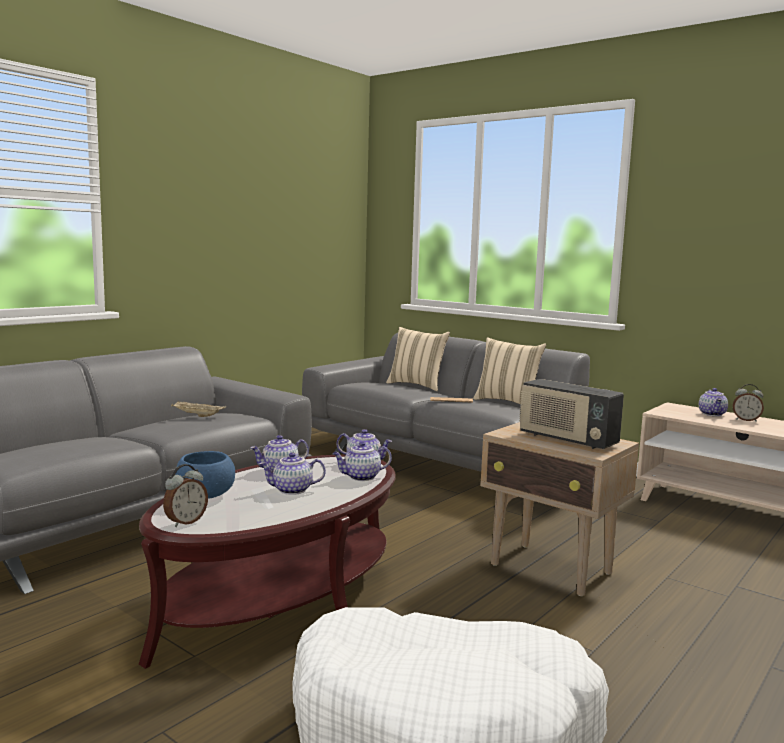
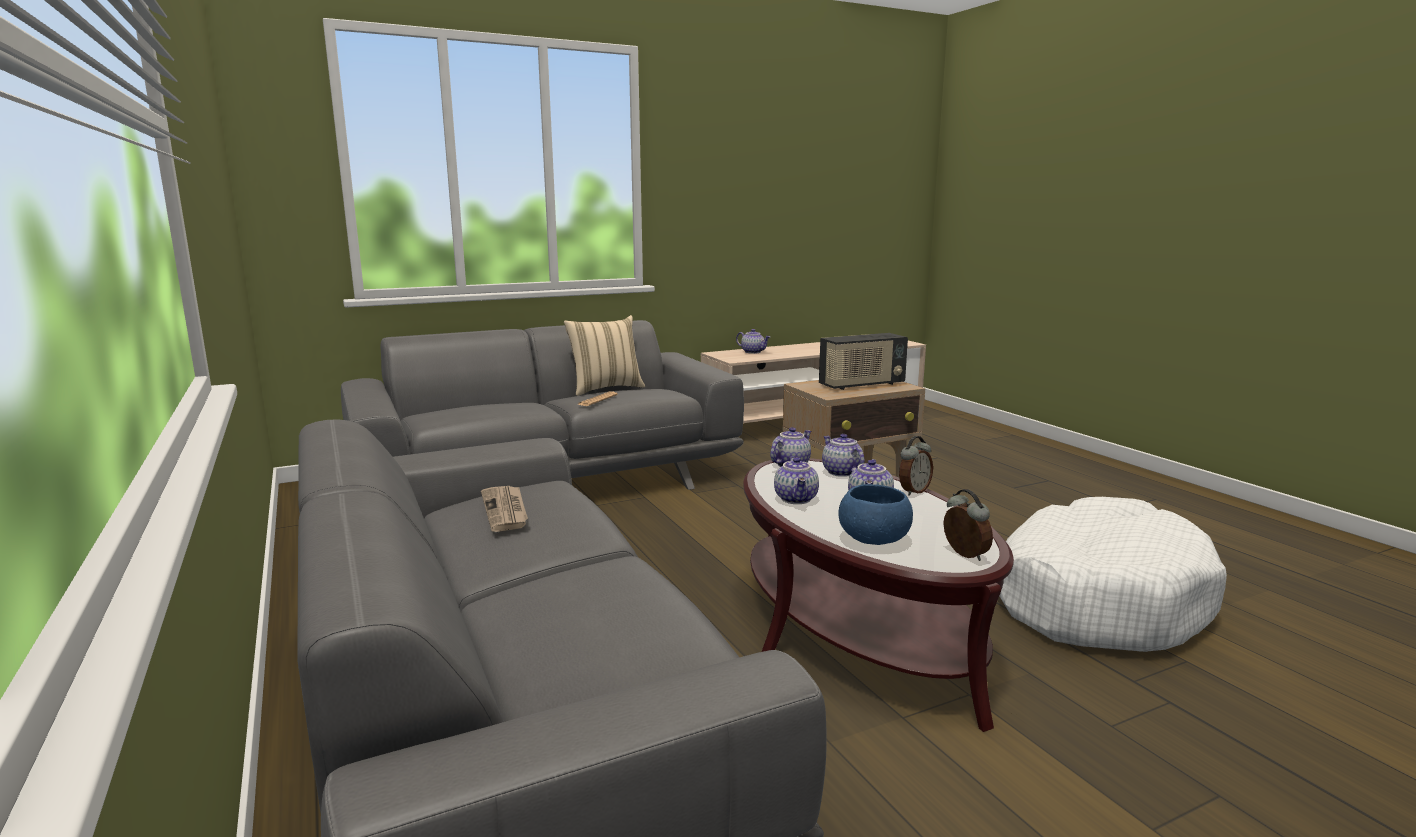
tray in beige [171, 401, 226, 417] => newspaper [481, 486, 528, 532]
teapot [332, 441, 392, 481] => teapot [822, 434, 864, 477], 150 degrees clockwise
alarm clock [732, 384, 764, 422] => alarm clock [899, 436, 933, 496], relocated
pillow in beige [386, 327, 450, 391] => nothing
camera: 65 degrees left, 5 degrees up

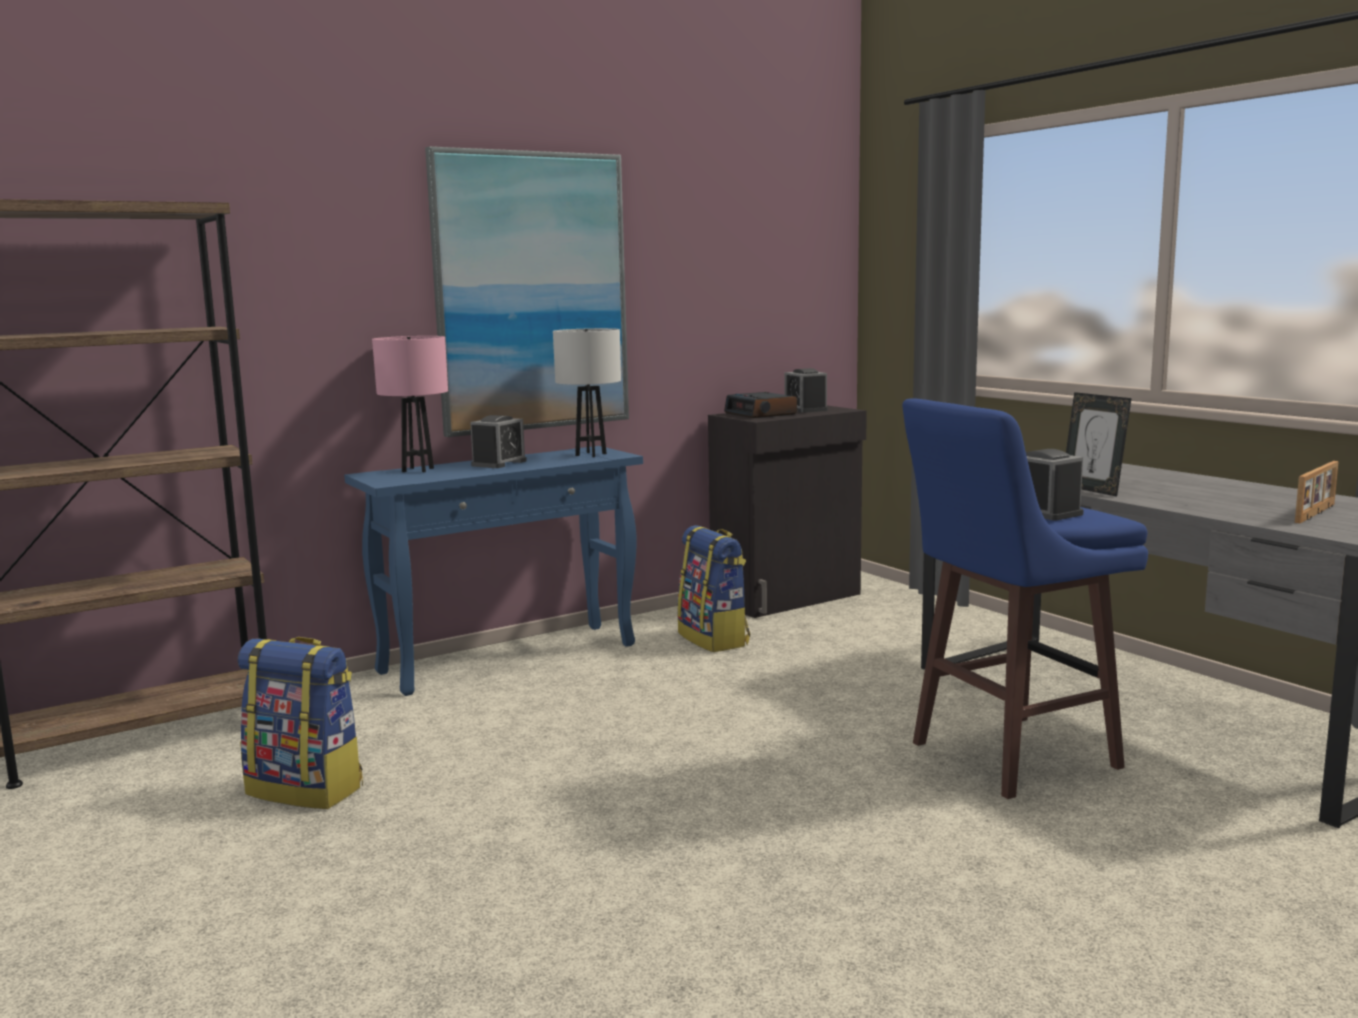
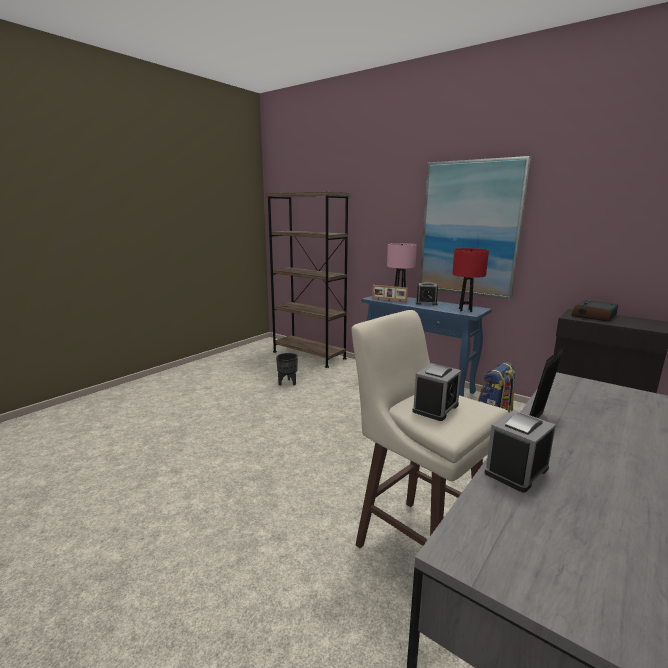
backpack [238, 637, 363, 809] => planter in black [276, 353, 298, 386]
stool in blue [902, 398, 1148, 799] => stool in beige [351, 310, 509, 548]
picture frame [1295, 461, 1339, 523] => picture frame [372, 285, 408, 302], relocated
table lamp in white [553, 328, 621, 457] => table lamp in red [452, 248, 489, 312]
alarm clock [785, 368, 828, 413] => alarm clock [485, 410, 556, 493], relocated
camera: 70 degrees right, 5 degrees up

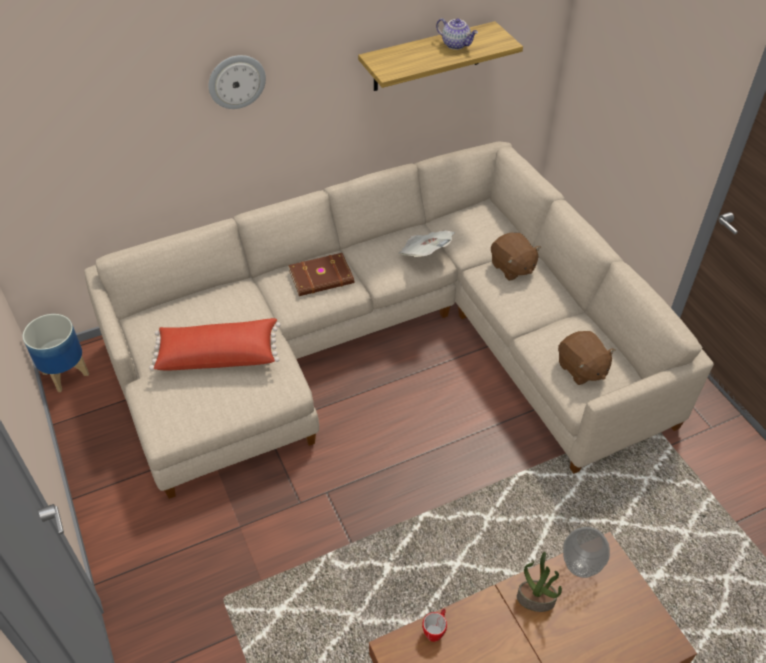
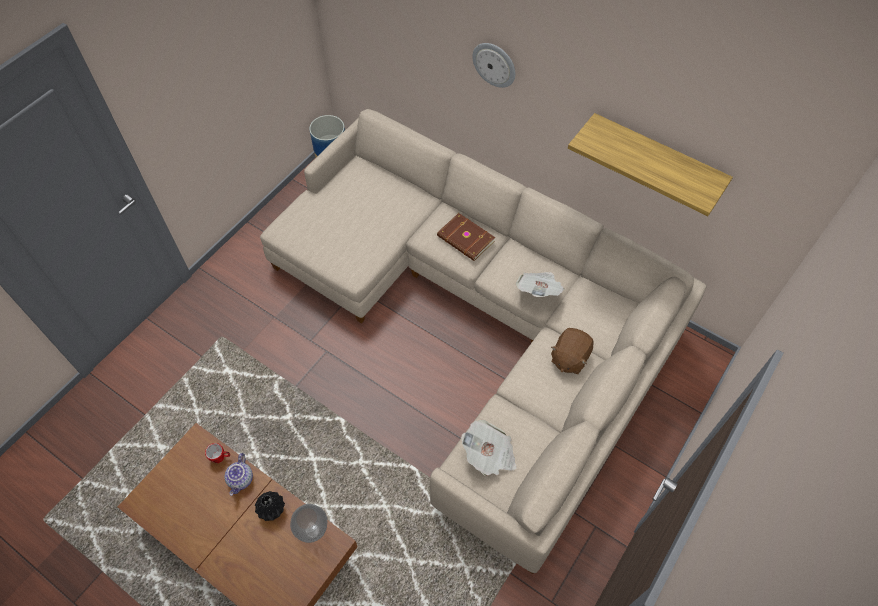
teapot [436, 18, 478, 50] => teapot [225, 453, 253, 496], relocated
potted plant [517, 552, 562, 612] => vase in black [255, 491, 285, 521]
plush toy in brown [558, 331, 615, 385] => newspaper [461, 420, 517, 476]
pillow in red [149, 318, 281, 370] => nothing
camera: 60 degrees right, 10 degrees up

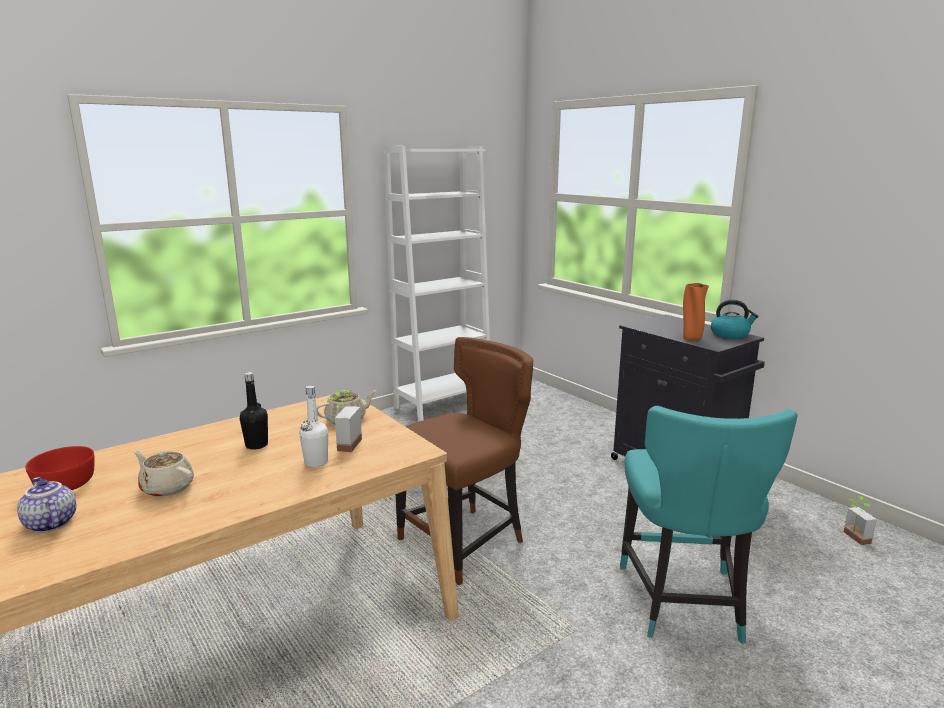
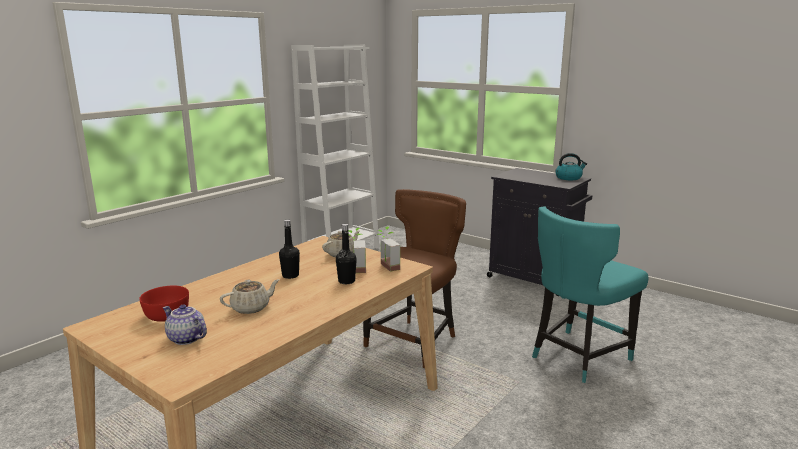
teapot in beige [134, 451, 194, 497] => teapot in beige [220, 279, 280, 314], 135 degrees clockwise
bottle in white [299, 385, 328, 467] => bottle in black [336, 224, 357, 284]
potted plant [844, 496, 877, 545] => potted plant [377, 226, 400, 272], relocated
chair in turquoise [620, 406, 798, 644] => chair in turquoise [532, 206, 648, 383], 60 degrees clockwise
vase in orange [683, 283, 709, 340] => nothing
camera: 15 degrees left, 0 degrees up

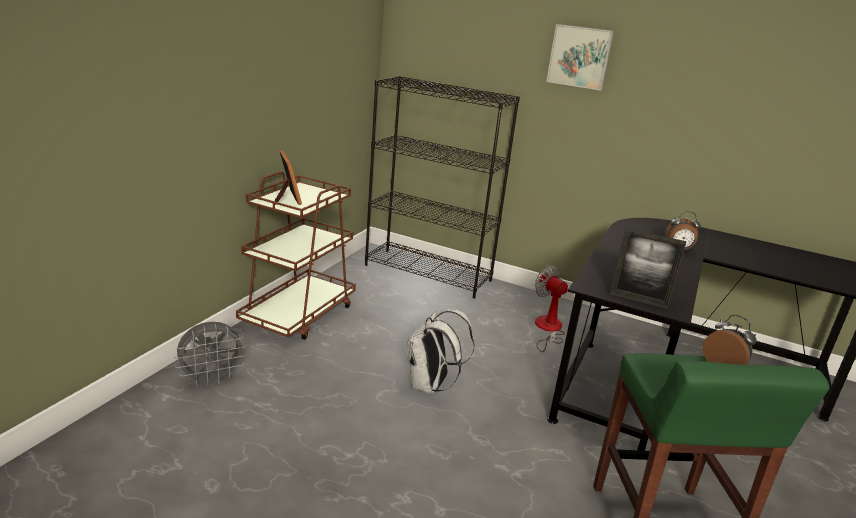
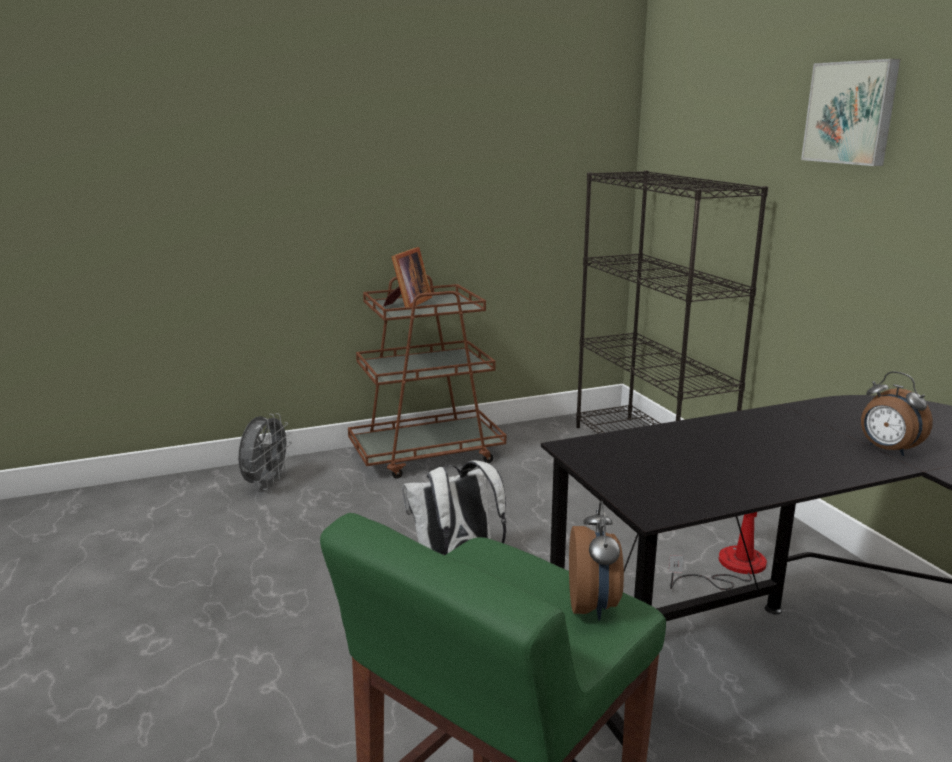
fan in grey [174, 322, 247, 386] => fan in grey [238, 413, 292, 490], 90 degrees counterclockwise
picture frame [610, 228, 686, 309] => nothing
camera: 45 degrees right, 5 degrees down

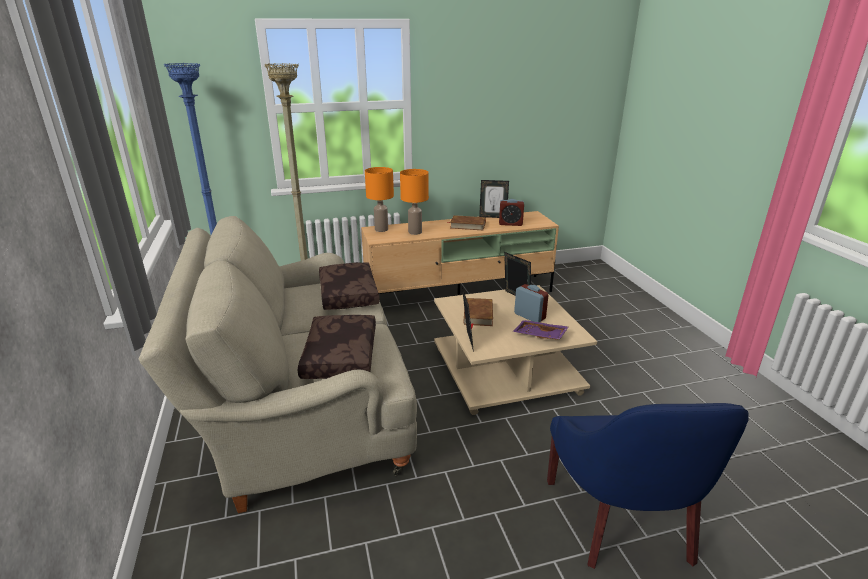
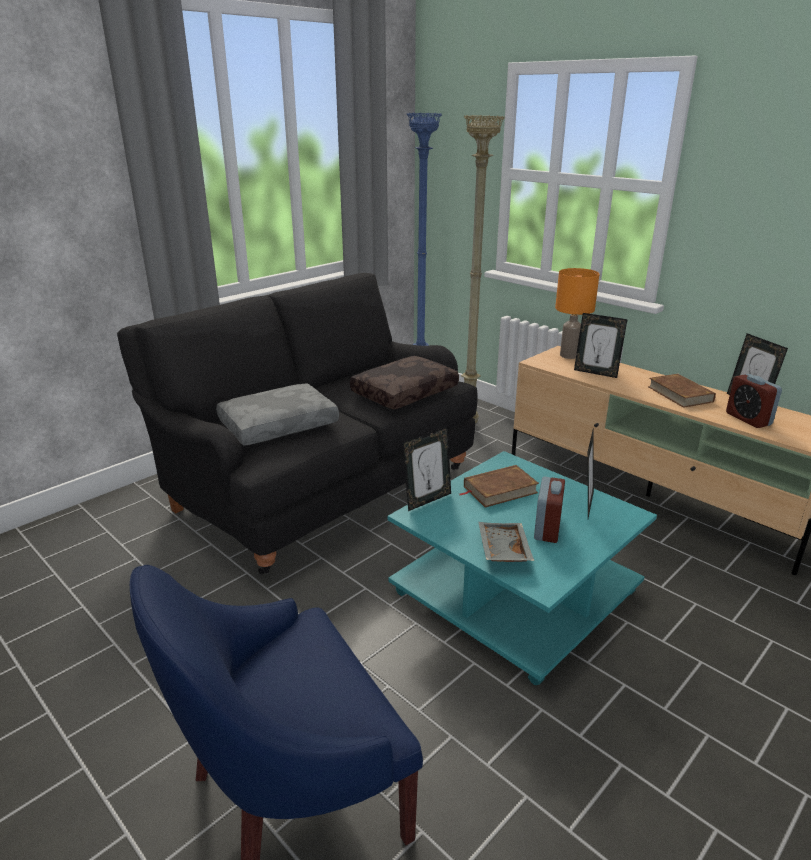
sofa in beige [138, 216, 417, 513] => sofa in black [117, 273, 478, 574]
pillow in brown [298, 315, 376, 379] => pillow in grey [216, 383, 339, 446]
coffee table in beige [434, 285, 597, 415] => coffee table in turquoise [388, 451, 657, 685]
tray in purple [512, 320, 568, 340] => tray in grey [478, 522, 534, 562]
table lamp in orange [400, 169, 429, 235] => picture frame [574, 313, 628, 378]
camera: 60 degrees right, 0 degrees up

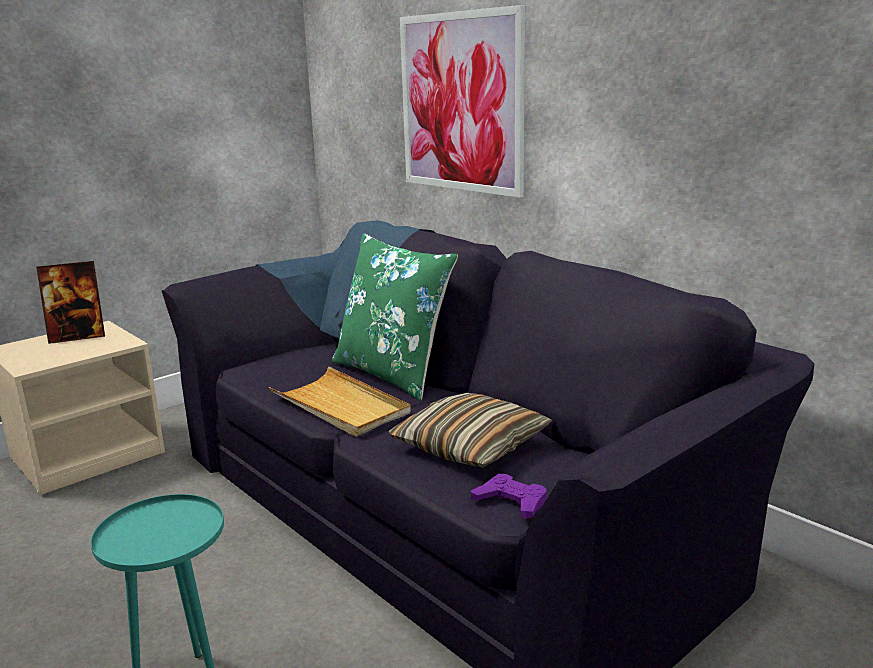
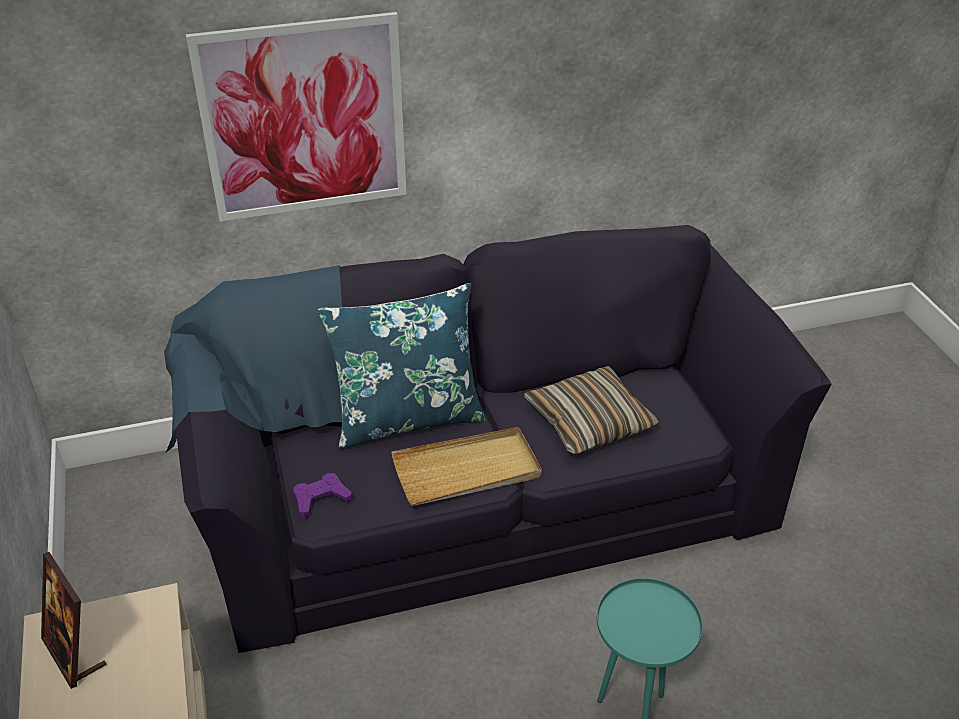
picture frame [36, 261, 105, 344] => picture frame [41, 552, 107, 689], 135 degrees clockwise
game controller in purple [471, 474, 546, 519] => game controller in purple [293, 473, 352, 517], relocated
pillow in green [332, 234, 458, 401] => pillow in blue [318, 283, 485, 450]
camera: 65 degrees left, 20 degrees up

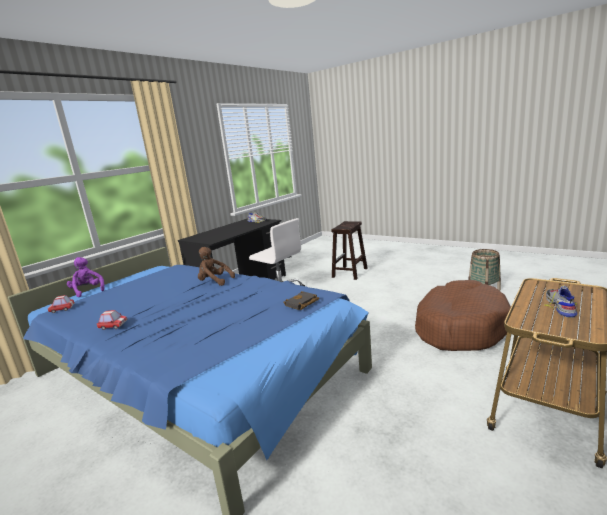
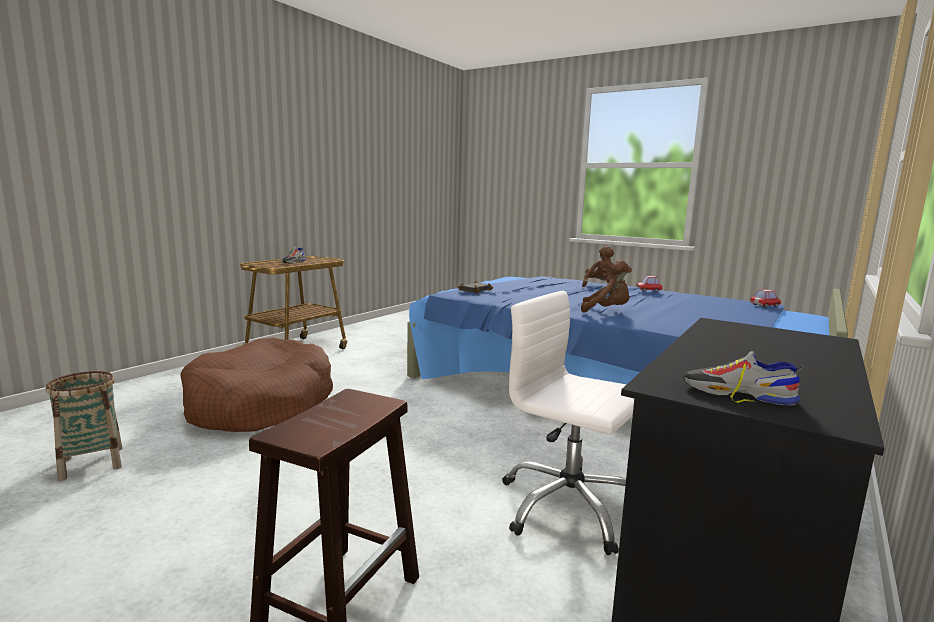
nothing => plush toy in brown [582, 246, 614, 287]
plush toy in purple [67, 257, 104, 297] => nothing
camera: 175 degrees right, 5 degrees down

